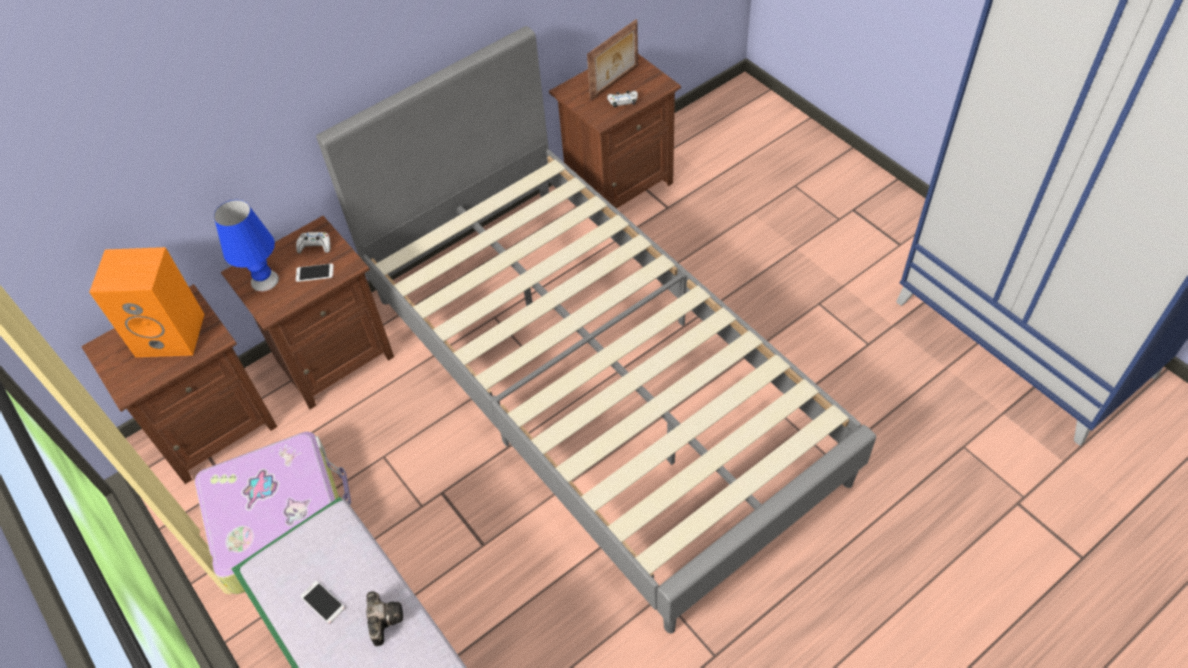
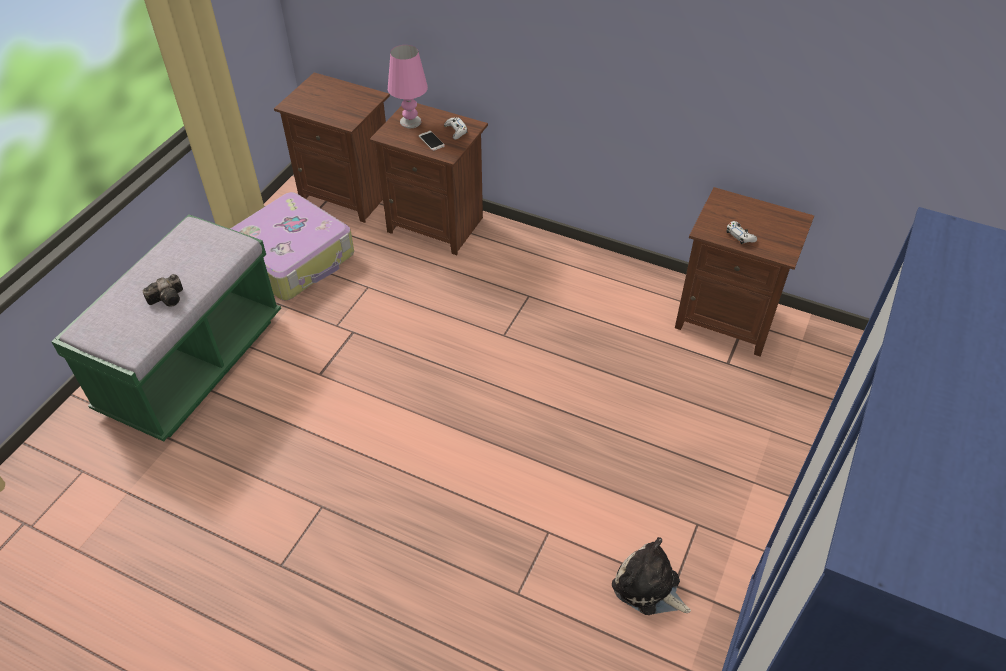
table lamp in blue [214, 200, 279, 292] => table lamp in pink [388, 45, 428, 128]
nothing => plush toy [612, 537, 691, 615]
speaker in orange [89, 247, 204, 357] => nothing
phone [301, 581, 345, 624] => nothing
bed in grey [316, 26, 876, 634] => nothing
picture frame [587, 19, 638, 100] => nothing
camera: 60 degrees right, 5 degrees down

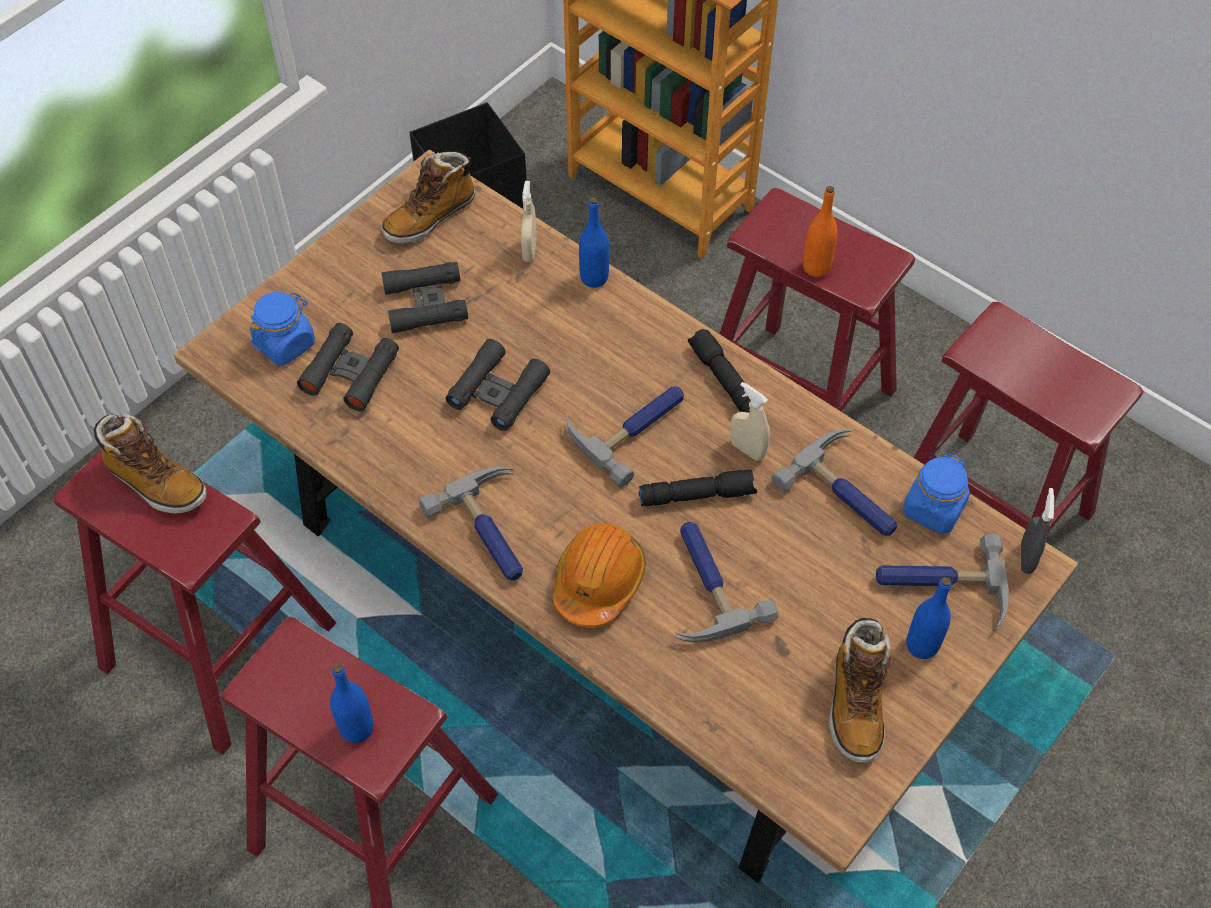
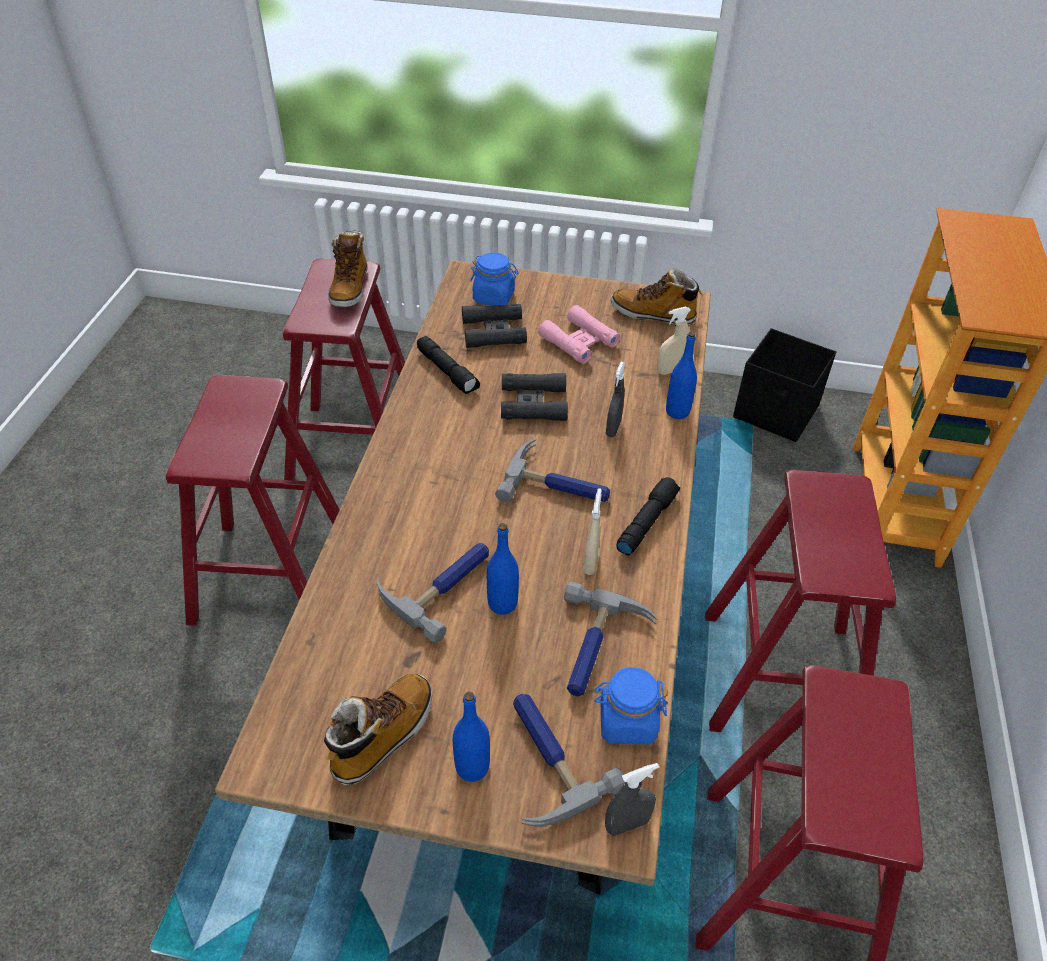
boot [829, 617, 892, 763] => boot [324, 674, 432, 786], 150 degrees clockwise
flashlight in black [639, 469, 757, 506] => flashlight in black [417, 336, 480, 394], relocated
bottle in blue [330, 664, 374, 743] => bottle in blue [487, 523, 519, 615], relocated
binoculars in black [381, 262, 468, 333] => binoculars in pink [538, 305, 620, 364]
nothing => spray bottle in grey [606, 362, 625, 437]
hammer [419, 466, 523, 581] => nothing
hard hat in orange [552, 523, 646, 627] => nothing
bottle in orange [803, 186, 838, 277] => nothing
camera: 60 degrees right, 10 degrees down

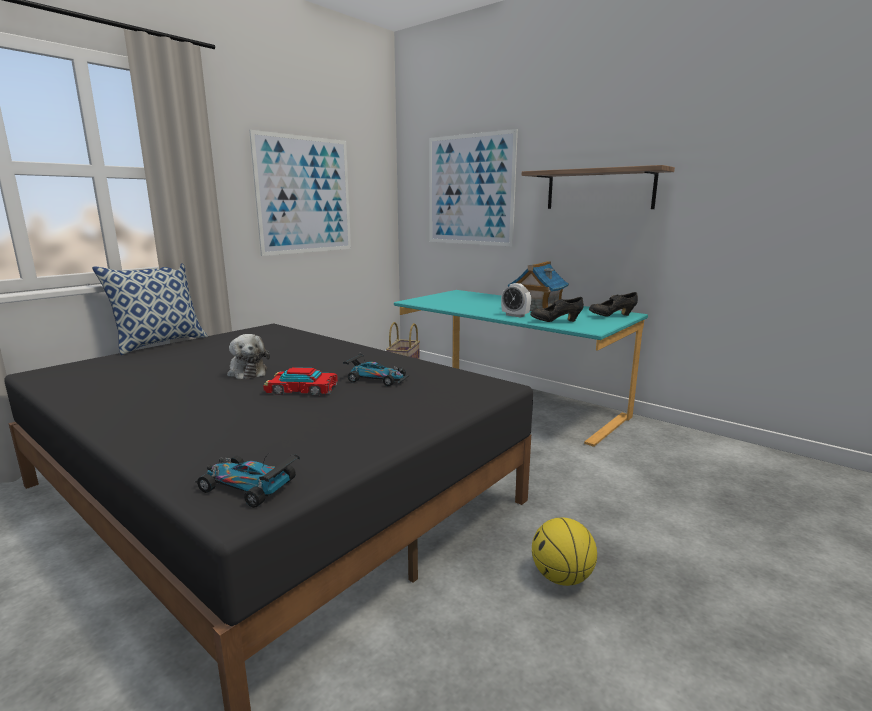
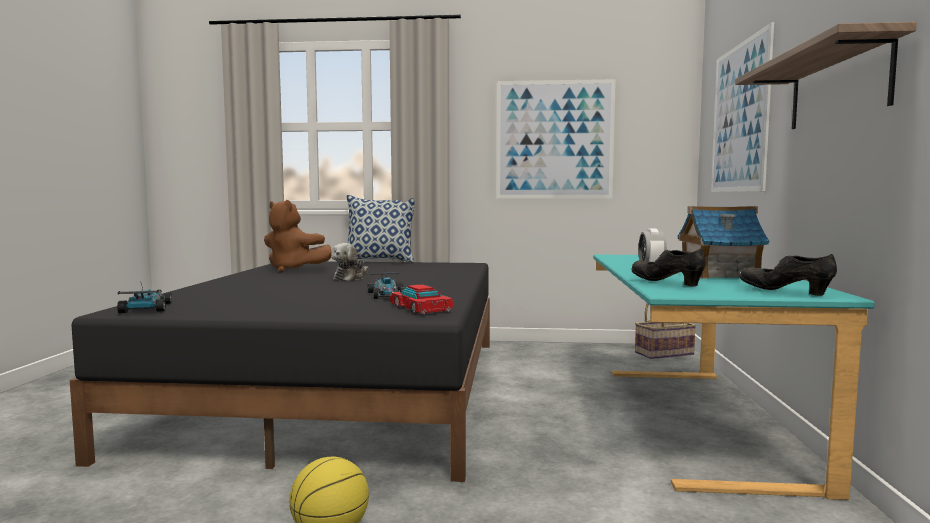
nothing => plush toy in brown [264, 200, 332, 272]
toy car [263, 367, 338, 396] => toy car [390, 285, 453, 315], relocated
camera: 55 degrees right, 10 degrees down

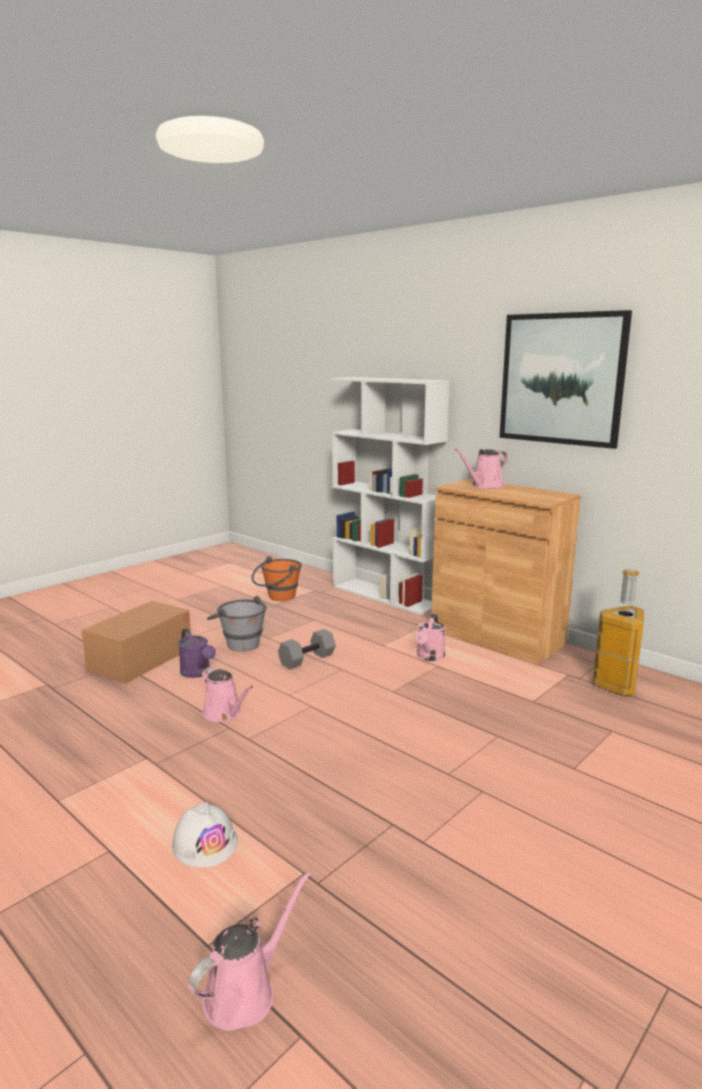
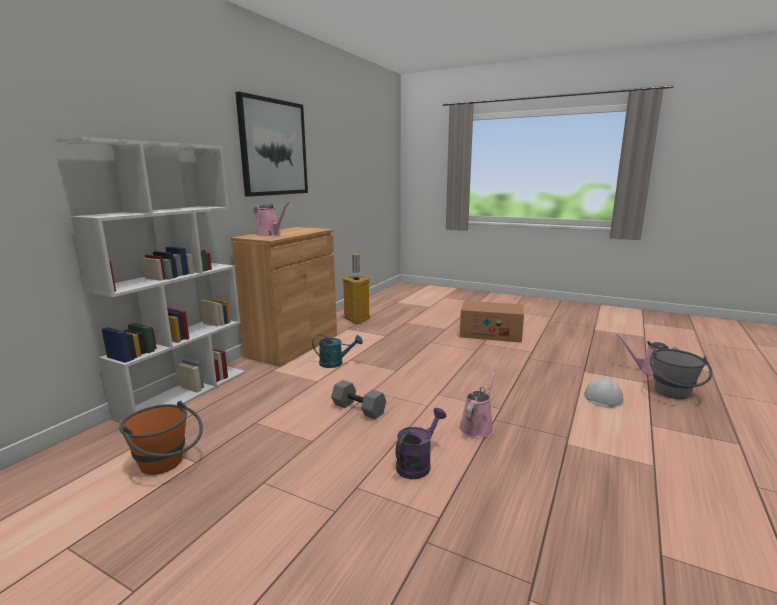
watering can in pink [415, 613, 445, 661] => watering can in turquoise [312, 334, 363, 368]
cardboard box [81, 601, 191, 684] => cardboard box [460, 301, 524, 343], relocated
bucket in grey [207, 596, 266, 652] => bucket in grey [650, 349, 712, 399], relocated
camera: 105 degrees left, 0 degrees up

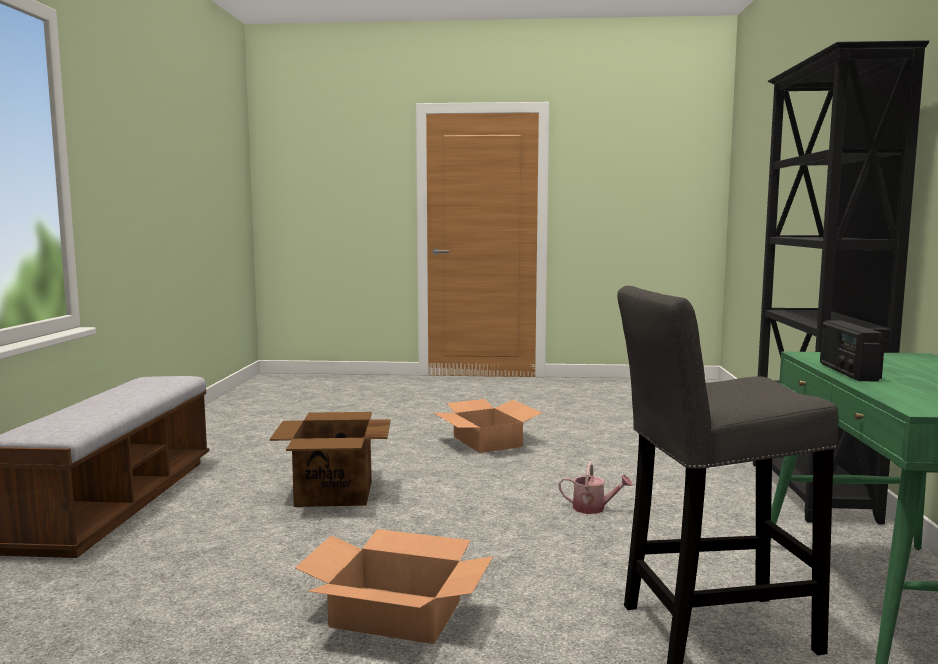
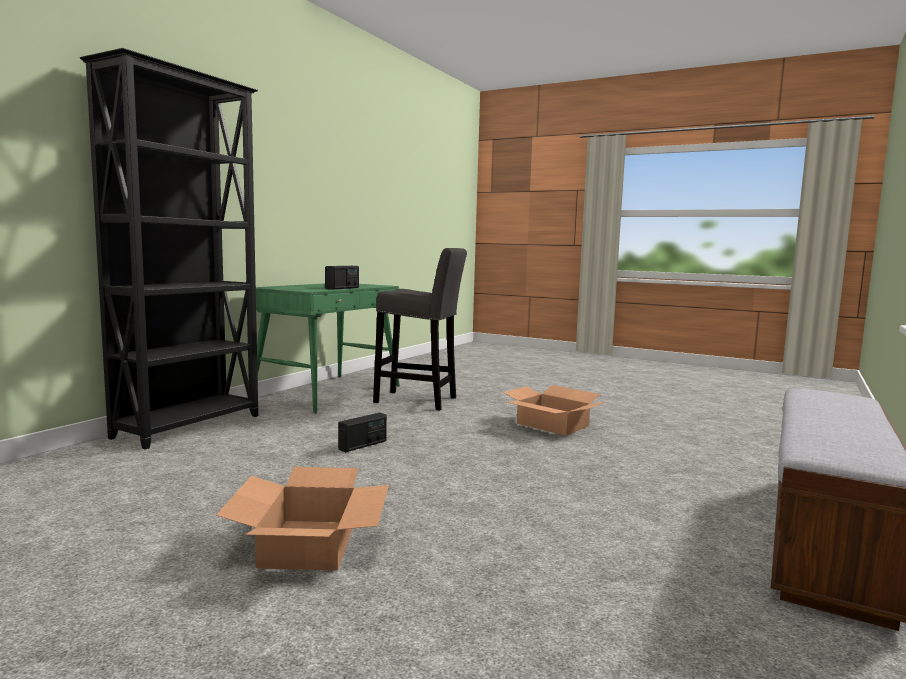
watering can [558, 462, 633, 514] => radio [338, 412, 387, 452]
cardboard box [270, 412, 391, 507] => nothing
camera: 155 degrees left, 0 degrees up

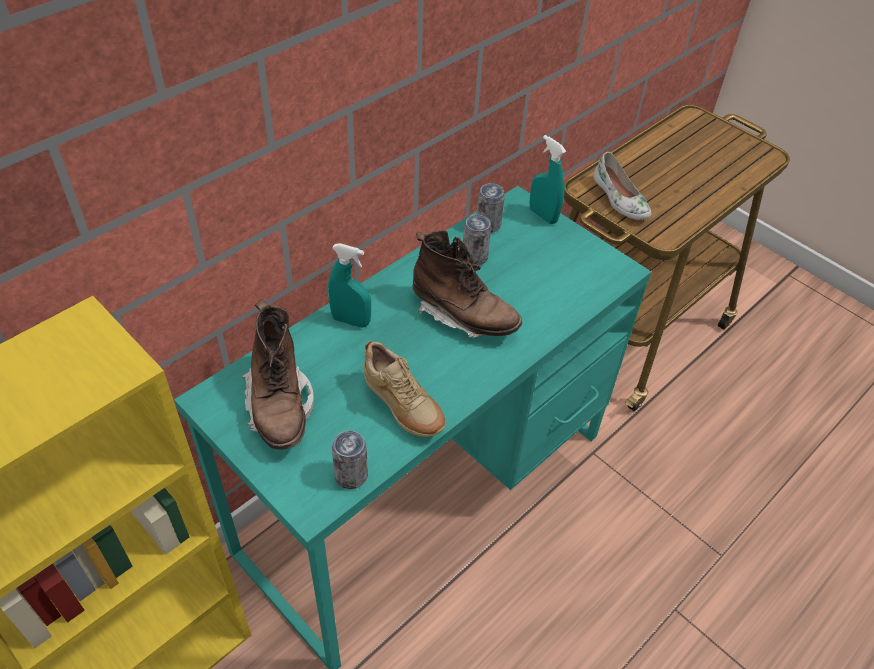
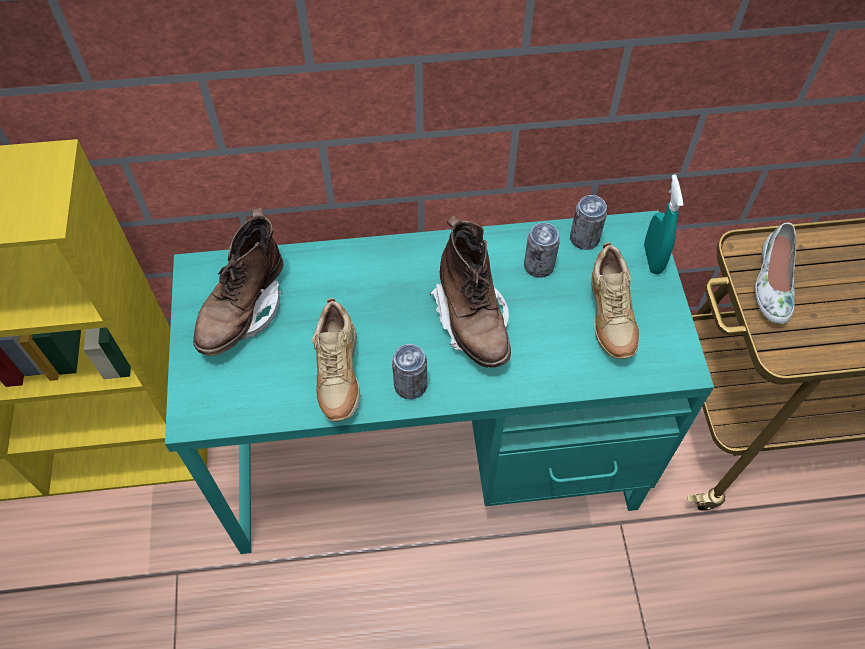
can [332, 430, 368, 489] => can [392, 344, 427, 399], relocated
nothing => shoe in beige [591, 242, 639, 359]
spray bottle in turquoise [328, 243, 371, 328] => nothing
camera: 40 degrees right, 10 degrees up

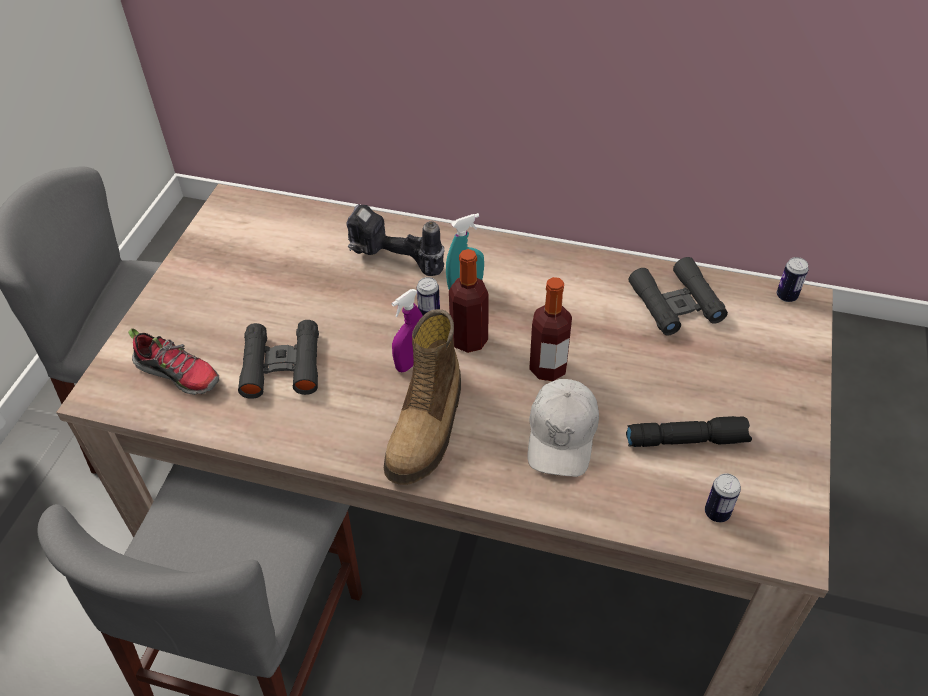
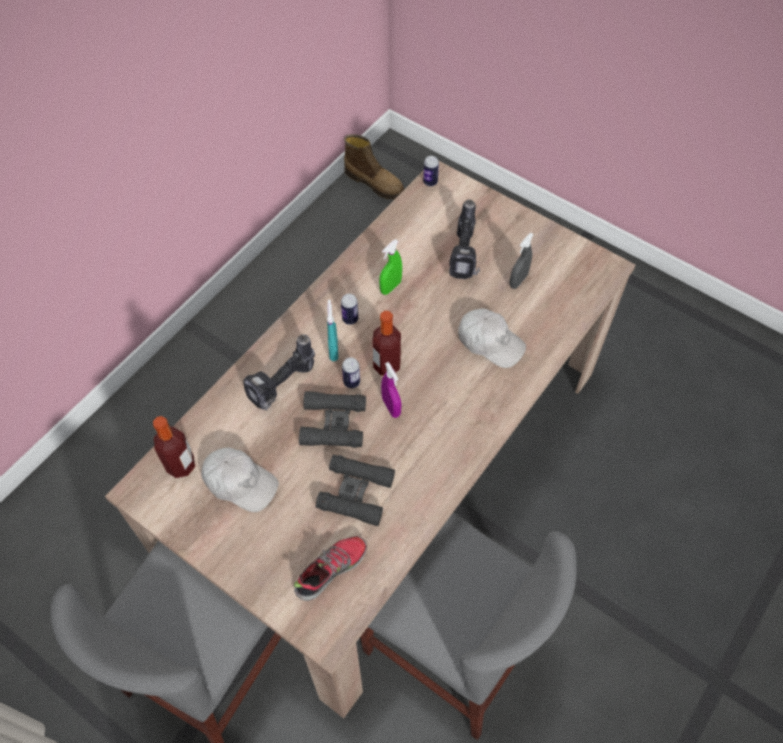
bottle [529, 277, 572, 381] => bottle [153, 416, 195, 478], relocated
nothing => cap in white [201, 448, 279, 512]
binoculars in black [629, 257, 728, 336] => binoculars in black [299, 391, 366, 448], relocated
can [705, 473, 741, 522] => can [341, 294, 358, 325], relocated
boot [384, 309, 461, 485] => boot [344, 134, 404, 199], relocated
nothing => spray bottle in green [379, 239, 402, 295]
nothing => power drill [449, 200, 480, 279]
flashlight in black [626, 416, 752, 447] => spray bottle in grey [510, 233, 534, 289]
camera: 70 degrees left, 10 degrees up

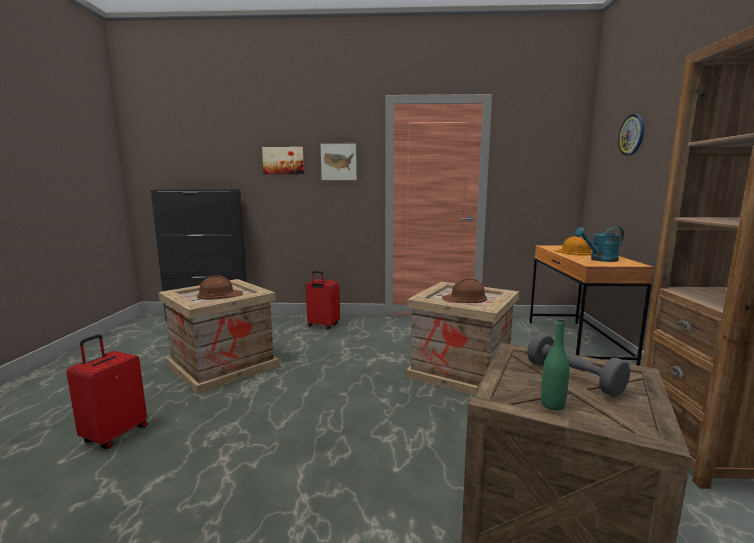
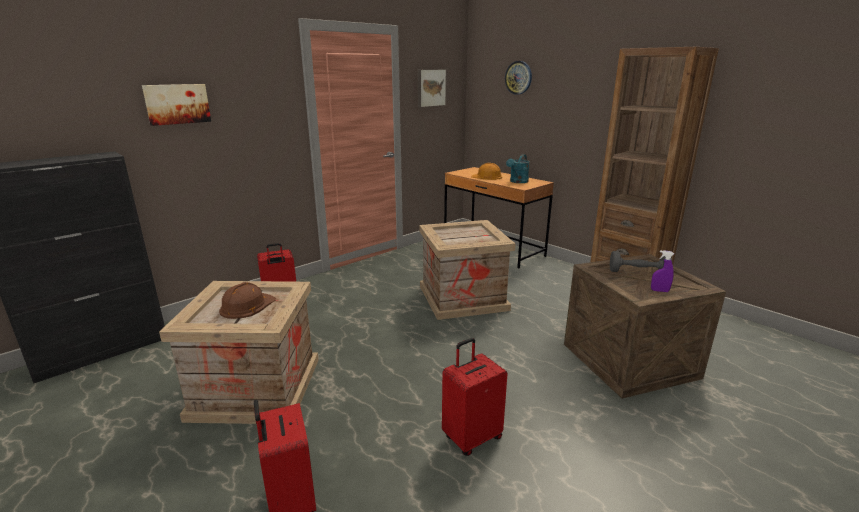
picture [320, 143, 358, 181] => picture [417, 69, 447, 108], relocated
nothing => suitcase in red [442, 338, 508, 456]
bottle in green [541, 318, 569, 411] => spray bottle in purple [651, 250, 674, 292]
hard hat in brown [441, 278, 487, 303] => nothing
camera: 45 degrees left, 10 degrees up

